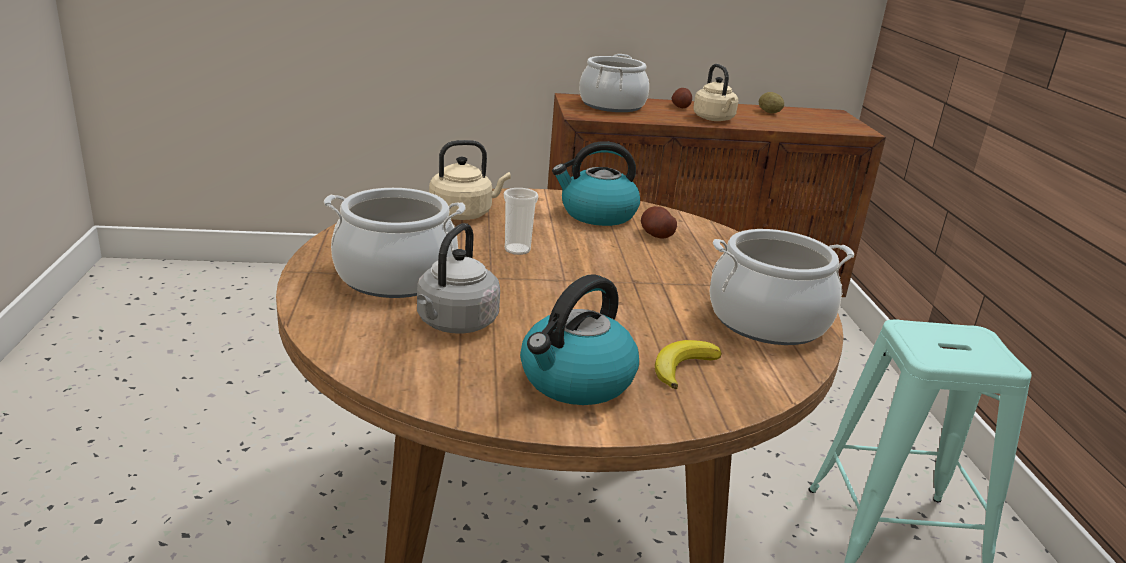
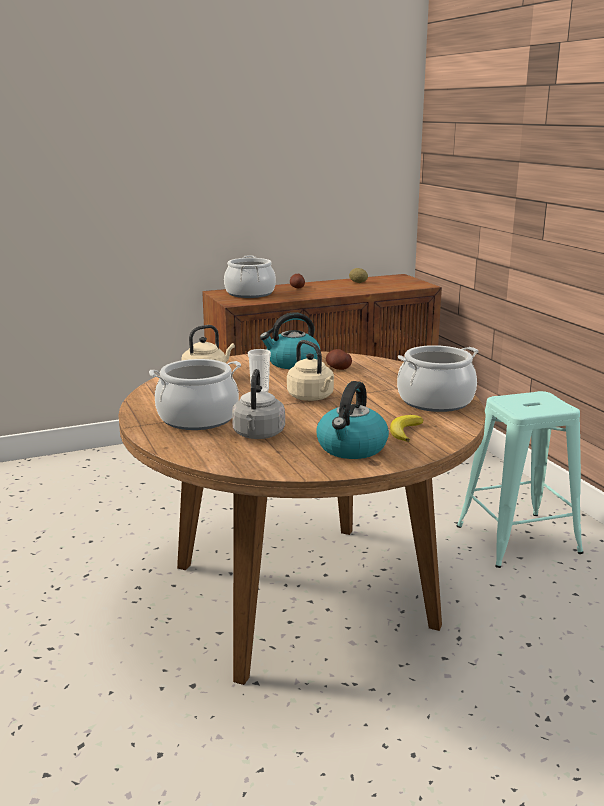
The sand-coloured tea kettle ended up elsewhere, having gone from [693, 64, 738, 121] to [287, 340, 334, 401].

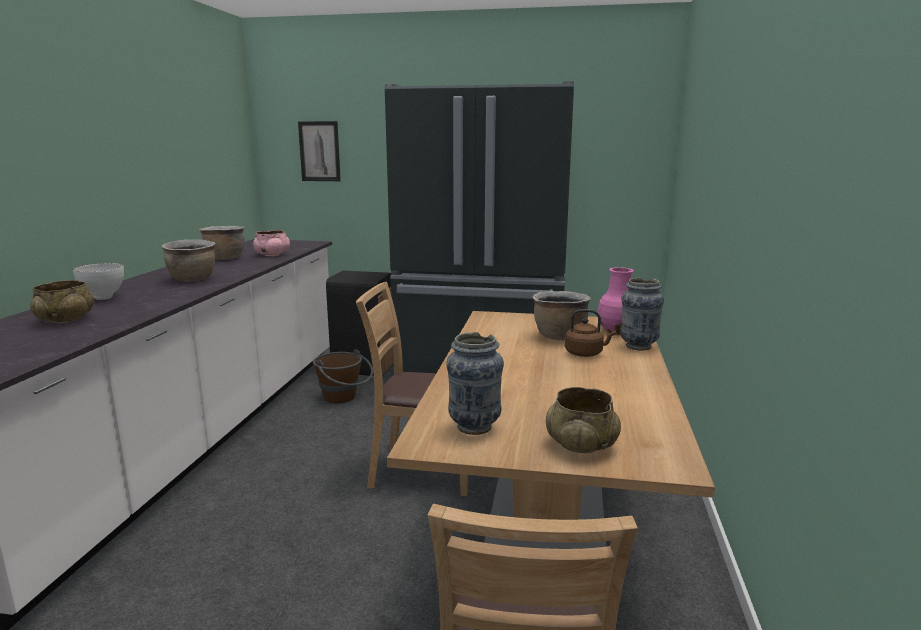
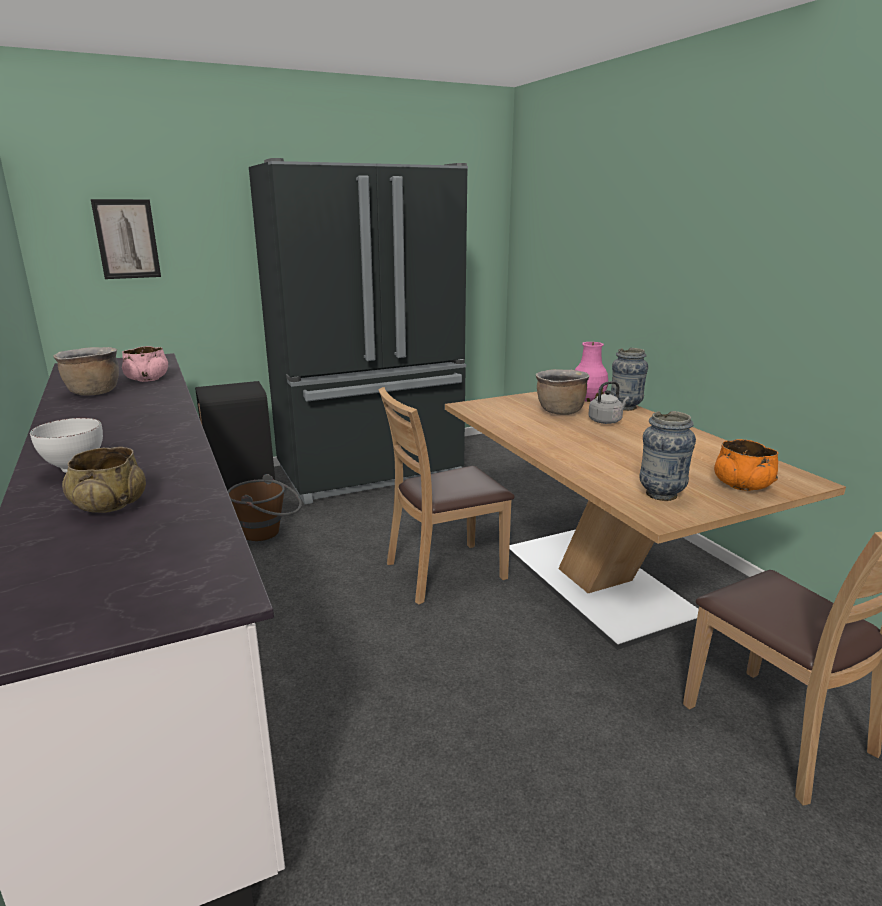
The second view lost the brown saucepot at [162, 239, 215, 282].
What was the sand-coloured bowl at [546, 387, 621, 453] turned into the orangey bowl at [714, 439, 778, 491].
What was the brown tea kettle at [565, 309, 616, 357] turned into the gray tea kettle at [588, 381, 630, 424].

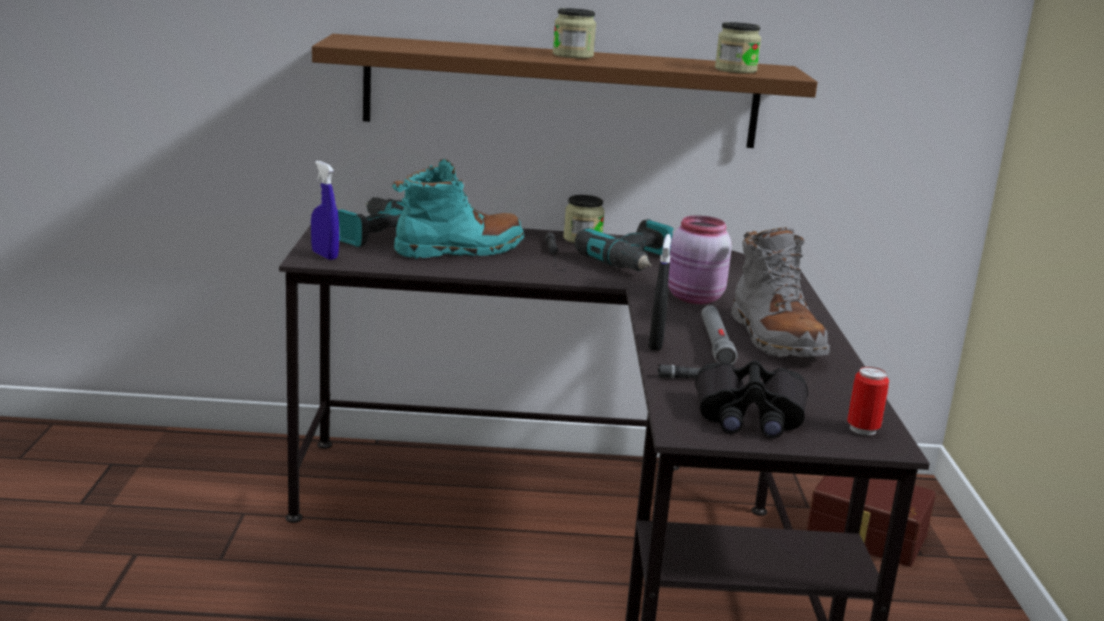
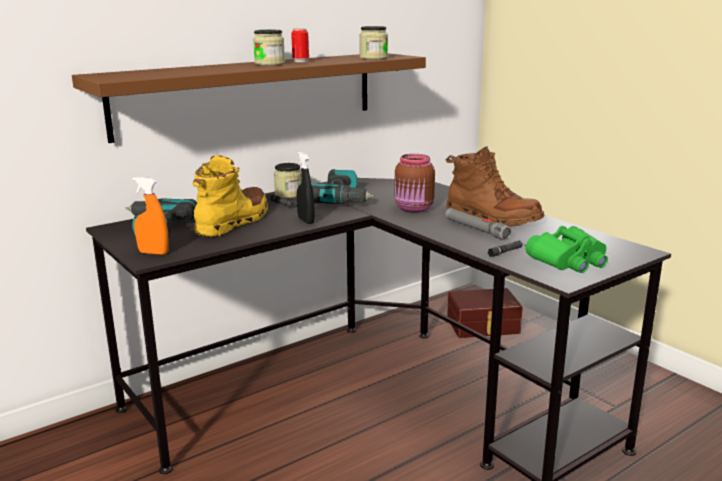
The black sprayer ended up elsewhere, having gone from [649, 234, 671, 350] to [297, 152, 314, 224].
The metal can ended up elsewhere, having gone from [847, 367, 889, 435] to [291, 28, 309, 62].
What was the blue sprayer at [311, 161, 339, 260] turned into the orangey sprayer at [132, 177, 168, 255].
What was the blue-green boot at [392, 159, 524, 259] turned into the yellow boot at [193, 155, 268, 237].
What was the pink preserve jar at [668, 216, 732, 304] turned into the brown preserve jar at [394, 154, 435, 213].
What was the black pair of binoculars at [695, 360, 808, 438] turned into the greenish pair of binoculars at [525, 226, 608, 273].
What was the gray boot at [731, 227, 830, 357] turned into the brown boot at [445, 146, 544, 227].

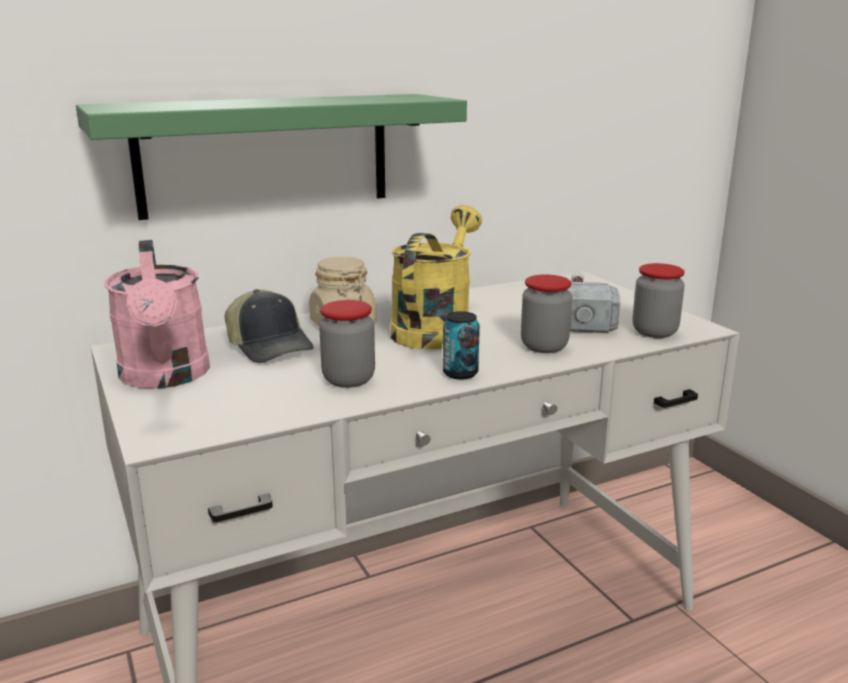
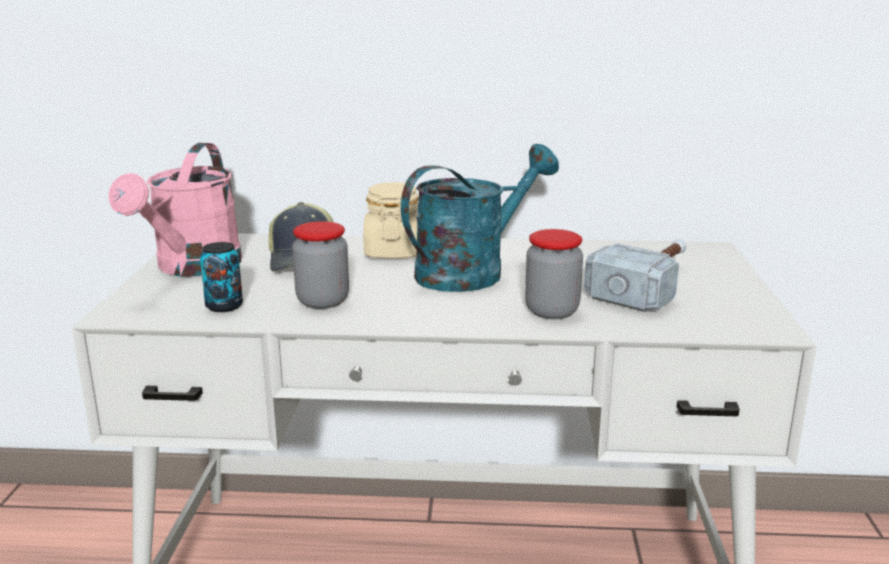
The second view lost the greenish bracket shelf at [76, 94, 467, 220].
The second view lost the preserve jar at [632, 263, 685, 338].
The metal can ended up elsewhere, having gone from [443, 311, 480, 380] to [200, 242, 243, 312].
What was the yellow watering pot at [391, 205, 482, 349] turned into the blue-green watering pot at [401, 144, 559, 292].

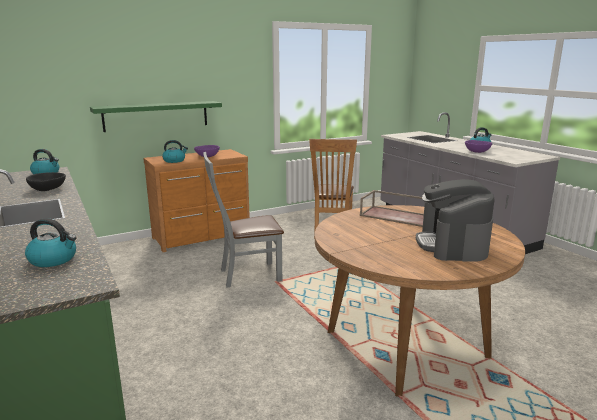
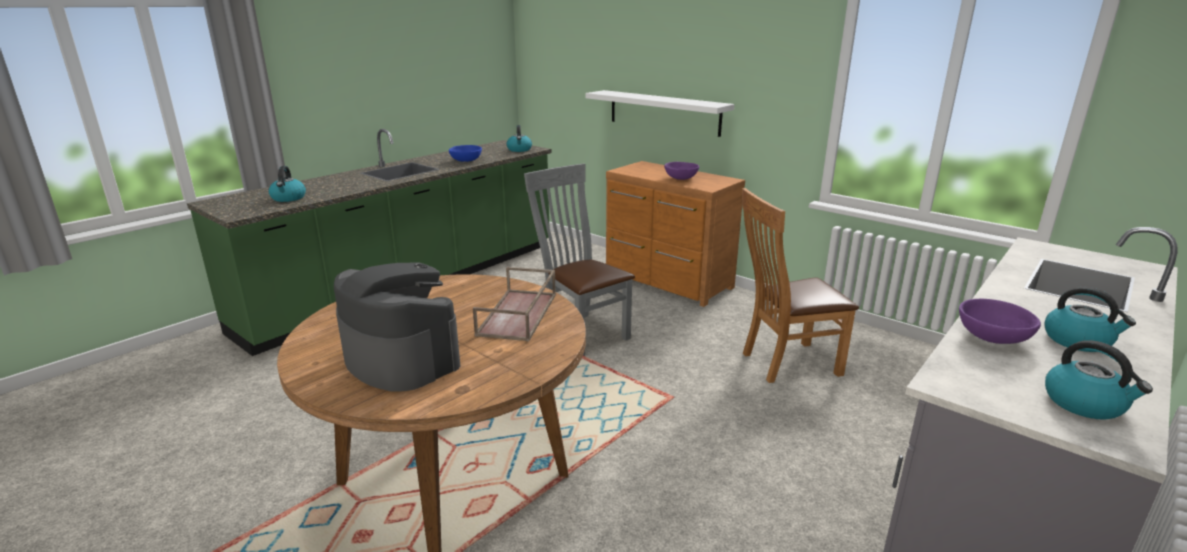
The tea kettle ended up elsewhere, having gone from [162, 140, 188, 163] to [1045, 340, 1153, 420].
What was the black bowl at [26, 172, 66, 191] turned into the blue bowl at [449, 145, 482, 162].
What was the greenish bracket shelf at [90, 101, 222, 132] turned into the white bracket shelf at [585, 90, 734, 137].
The coffee maker at [416, 179, 495, 262] ended up facing another way, 60 degrees clockwise from before.

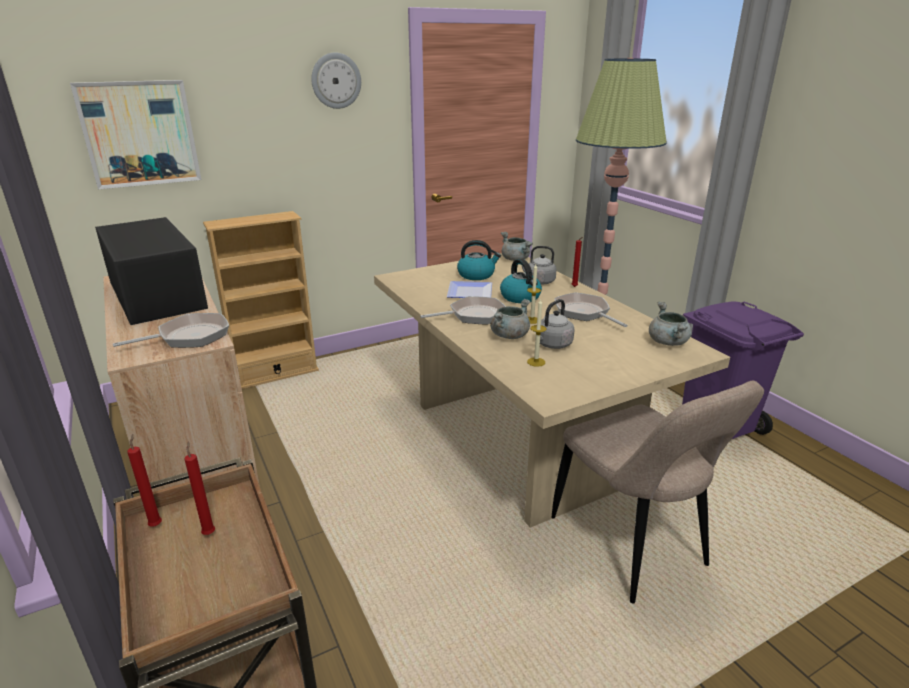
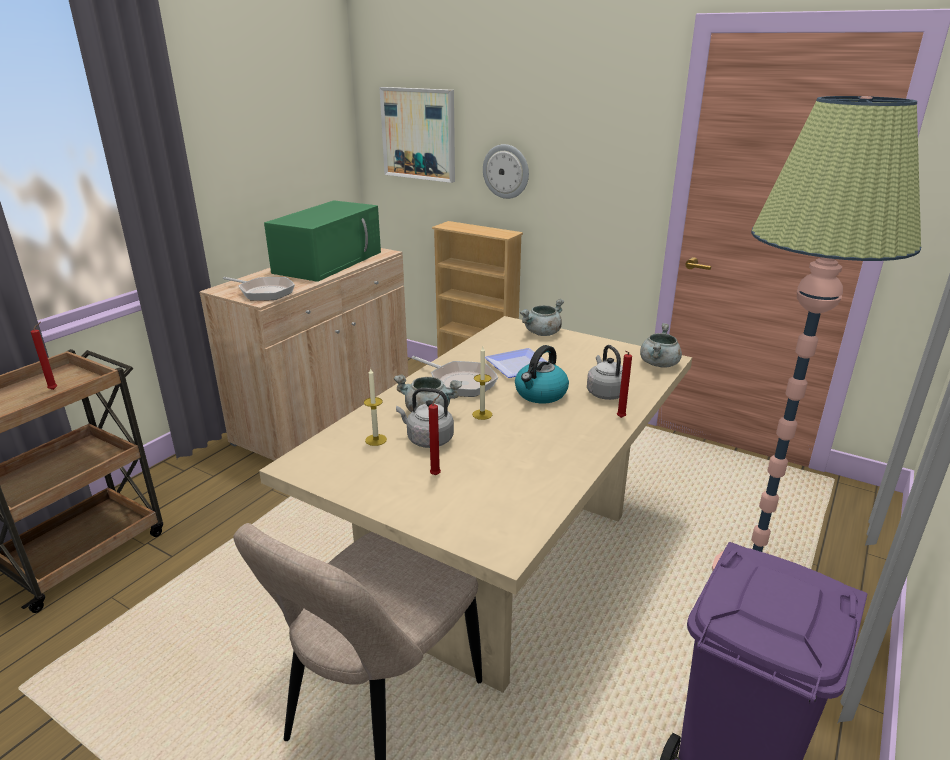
The second view lost the tea kettle at [457, 240, 501, 280].
The second view lost the skillet at [554, 292, 628, 327].
The red-coloured candle ended up elsewhere, having gone from [127, 434, 162, 526] to [429, 395, 441, 475].
The hanging clock ended up elsewhere, having gone from [311, 52, 361, 109] to [483, 144, 529, 199].
The gray saucepot ended up elsewhere, having gone from [649, 302, 691, 346] to [519, 299, 564, 336].
What was the black microwave oven at [95, 217, 208, 325] turned into the greenish microwave oven at [264, 200, 381, 282].

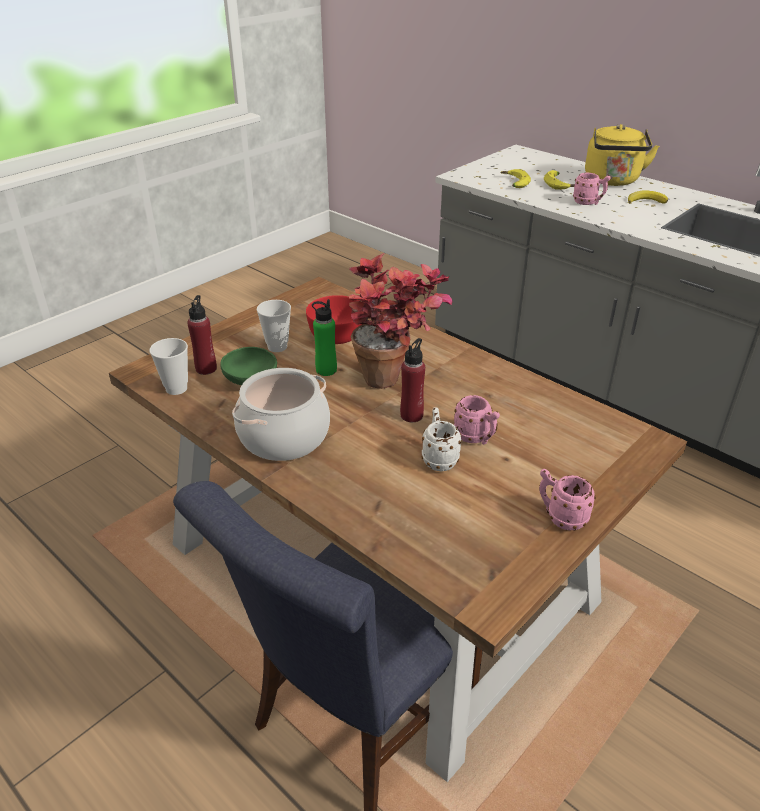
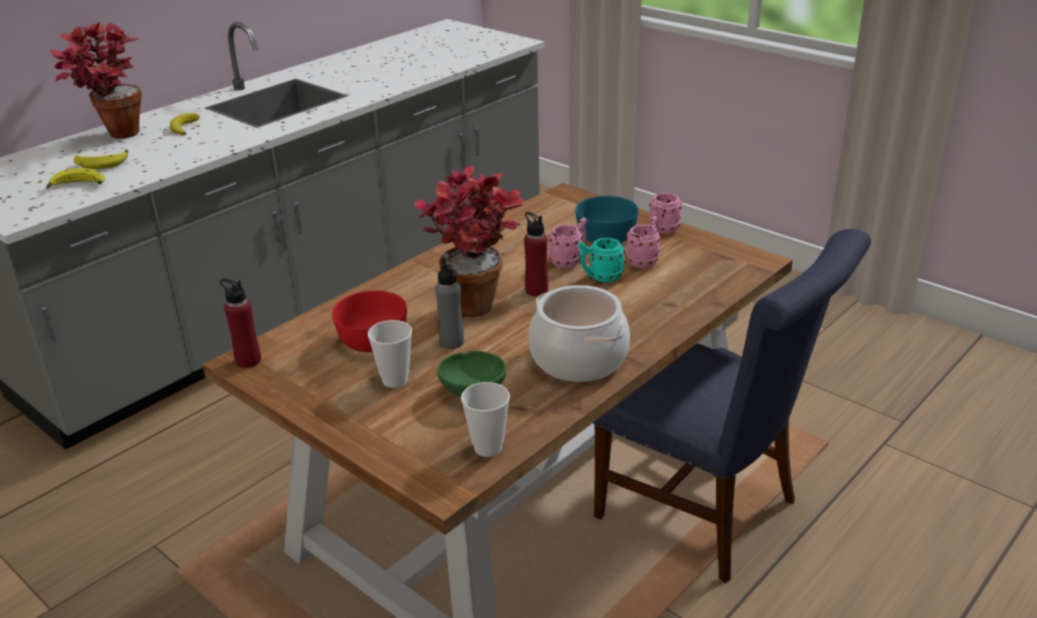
The second view gained the blue-green bowl at [575, 196, 639, 243].
The red-coloured bottle ended up elsewhere, having gone from [187, 295, 217, 375] to [220, 278, 261, 368].
The pink mug ended up elsewhere, having gone from [573, 172, 610, 205] to [626, 216, 661, 268].
Where the yellow tea kettle stood at [585, 124, 659, 186], the plant in a pot came to stand at [49, 22, 142, 139].
What was the greenish bottle at [312, 299, 337, 376] turned into the gray bottle at [435, 259, 464, 349].
What was the white mug at [422, 408, 462, 471] turned into the blue-green mug at [578, 238, 625, 282].

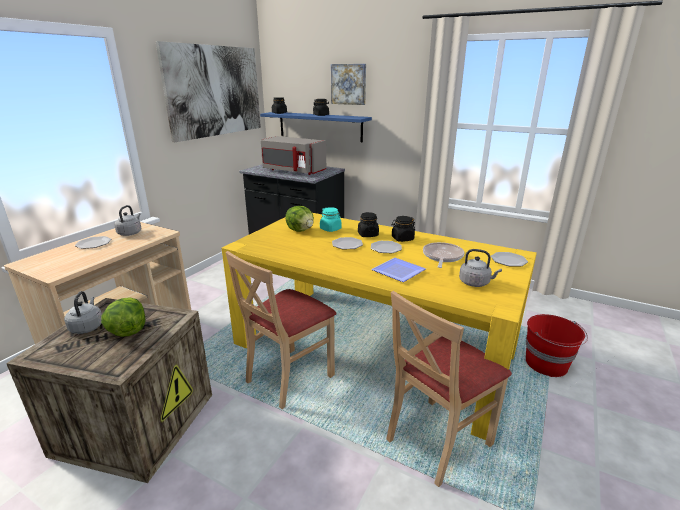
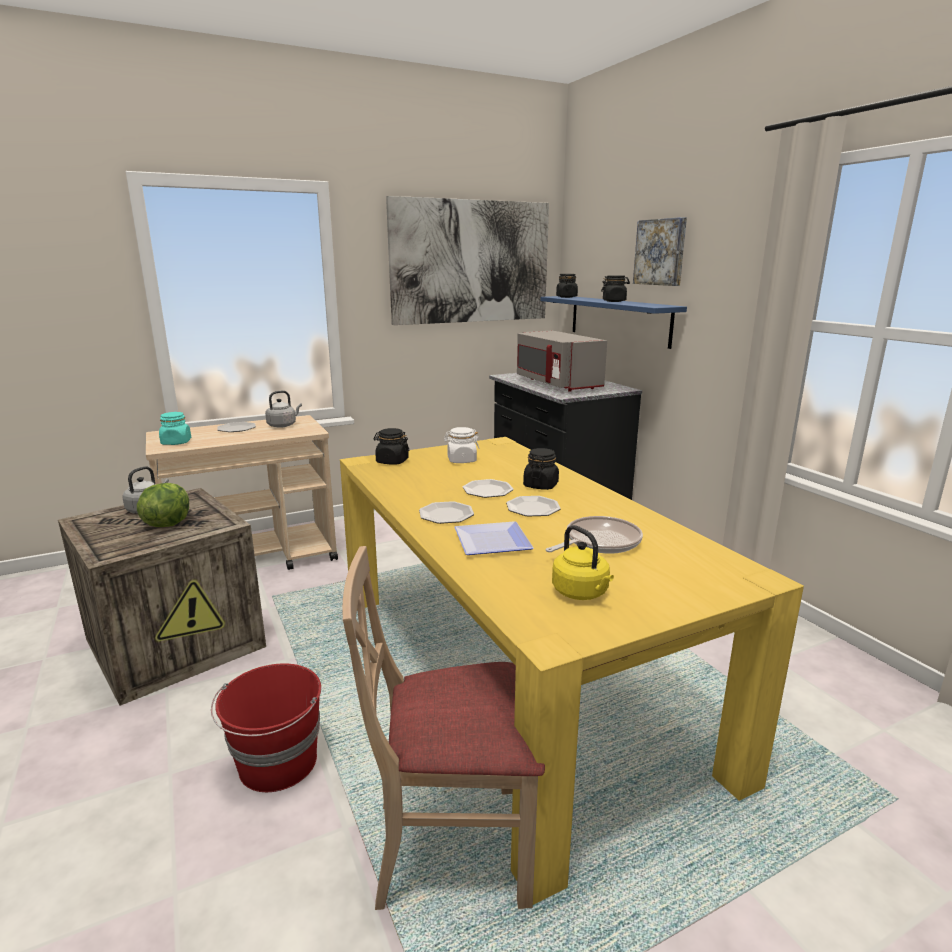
The second view lost the sand-coloured upright chair at [225, 251, 337, 409].
The blue-green preserve jar ended up elsewhere, having gone from [320, 207, 342, 232] to [159, 412, 191, 445].
The black preserve jar ended up elsewhere, having gone from [391, 216, 415, 242] to [374, 428, 409, 464].
The flat dish ended up elsewhere, having gone from [491, 252, 528, 266] to [419, 501, 474, 524].
The red-coloured water bucket ended up elsewhere, having gone from [526, 314, 588, 377] to [211, 663, 321, 792].
Where the lettuce head stood at [285, 206, 314, 232], the white preserve jar came to stand at [443, 427, 480, 463].
What was the gray tea kettle at [459, 249, 502, 287] turned into the yellow tea kettle at [552, 525, 614, 600].

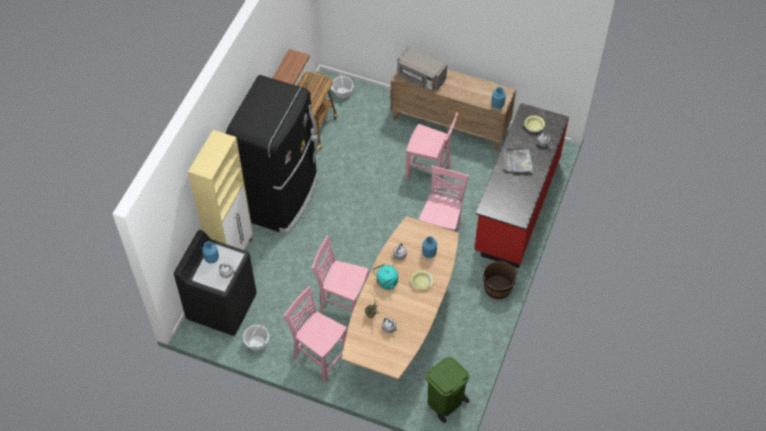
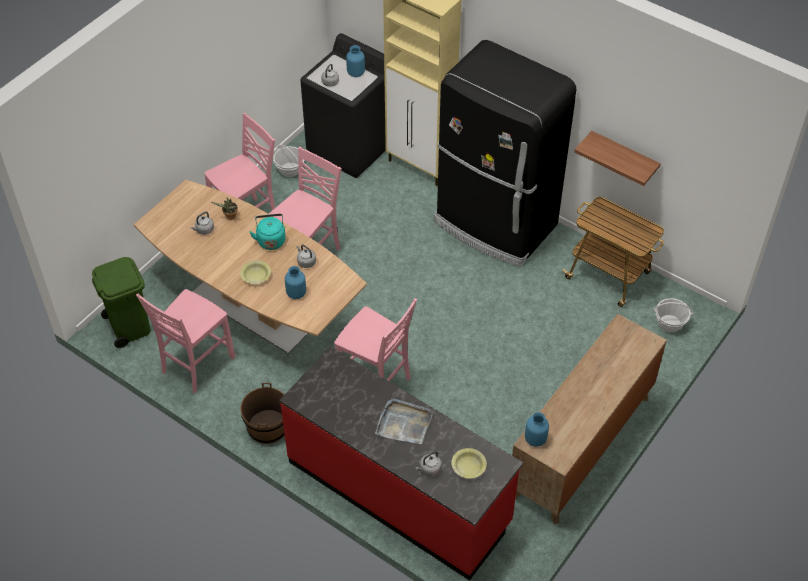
The second view lost the gray microwave oven at [397, 47, 447, 91].
The pink upright chair ended up elsewhere, having gone from [405, 112, 458, 187] to [136, 289, 235, 393].

